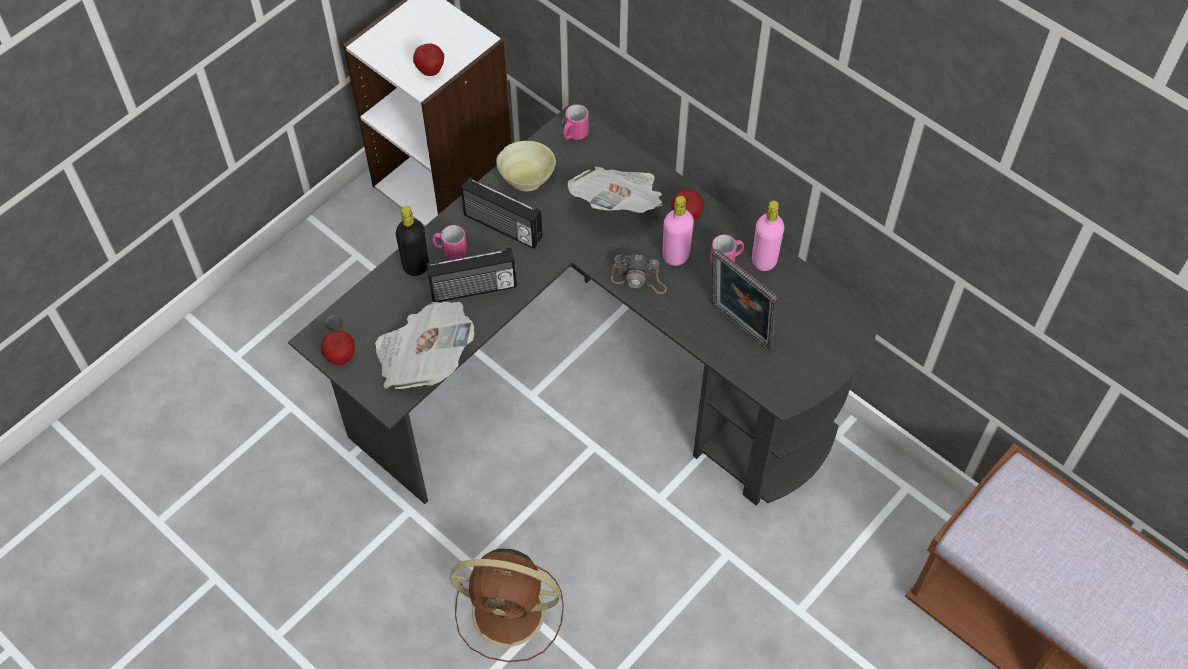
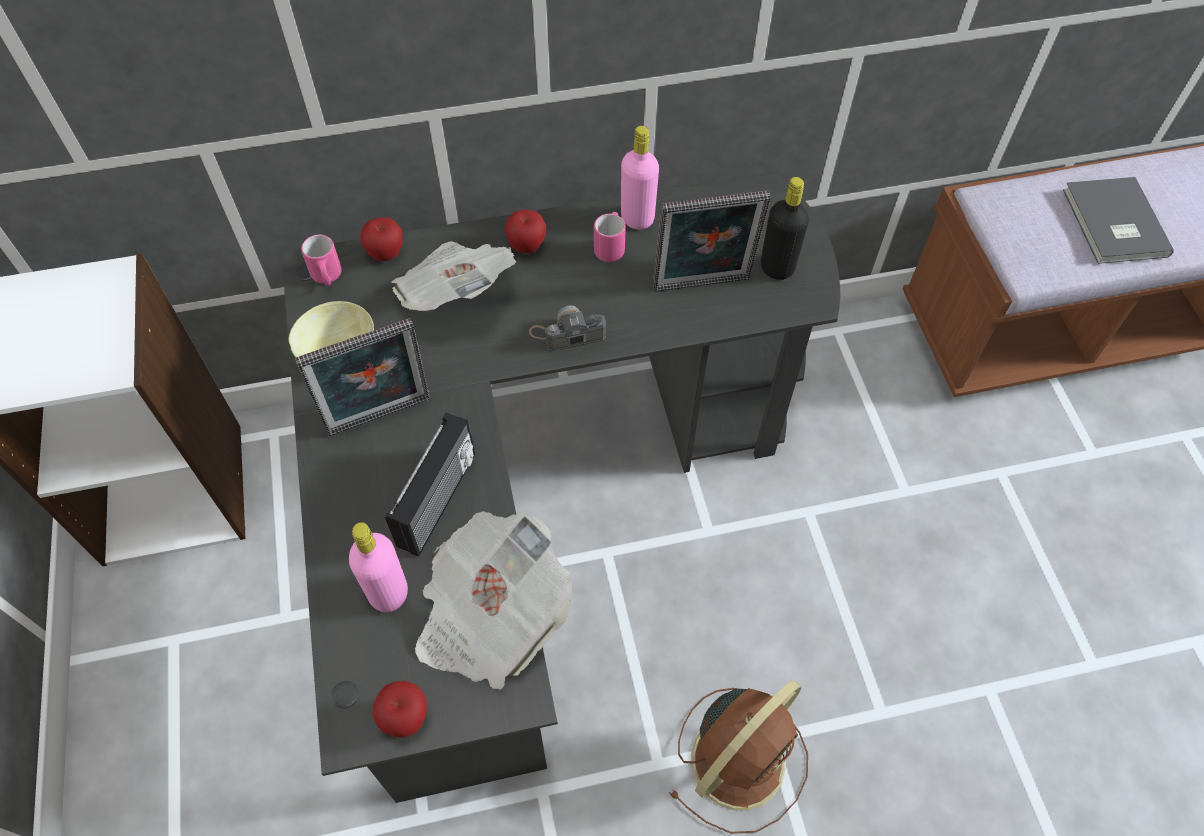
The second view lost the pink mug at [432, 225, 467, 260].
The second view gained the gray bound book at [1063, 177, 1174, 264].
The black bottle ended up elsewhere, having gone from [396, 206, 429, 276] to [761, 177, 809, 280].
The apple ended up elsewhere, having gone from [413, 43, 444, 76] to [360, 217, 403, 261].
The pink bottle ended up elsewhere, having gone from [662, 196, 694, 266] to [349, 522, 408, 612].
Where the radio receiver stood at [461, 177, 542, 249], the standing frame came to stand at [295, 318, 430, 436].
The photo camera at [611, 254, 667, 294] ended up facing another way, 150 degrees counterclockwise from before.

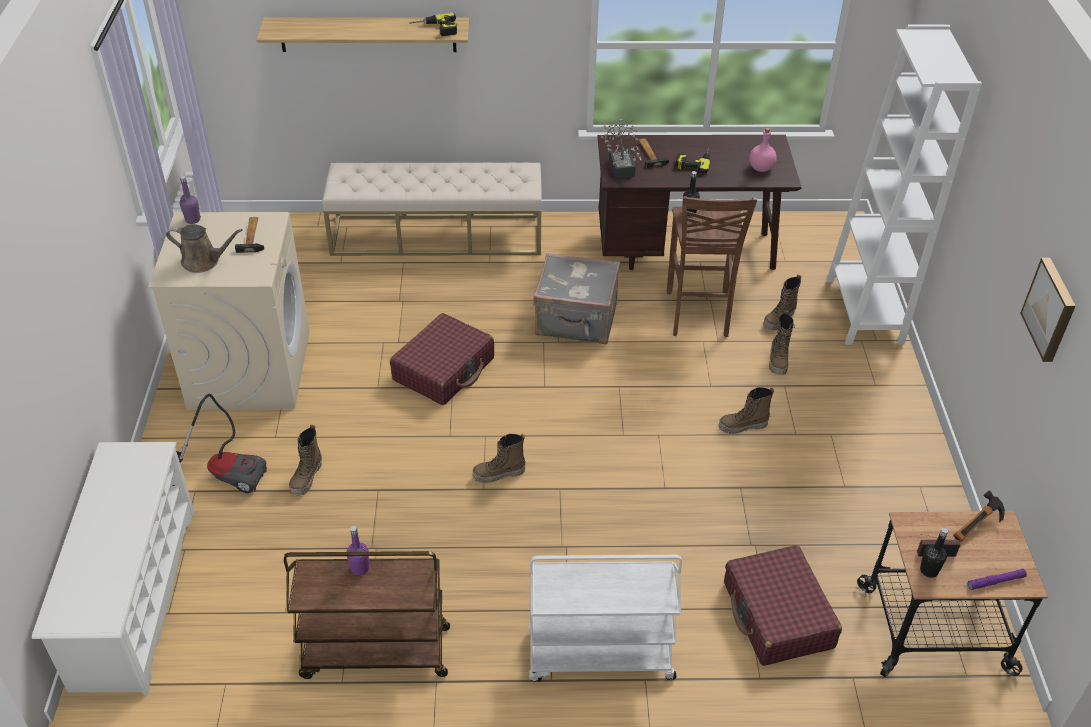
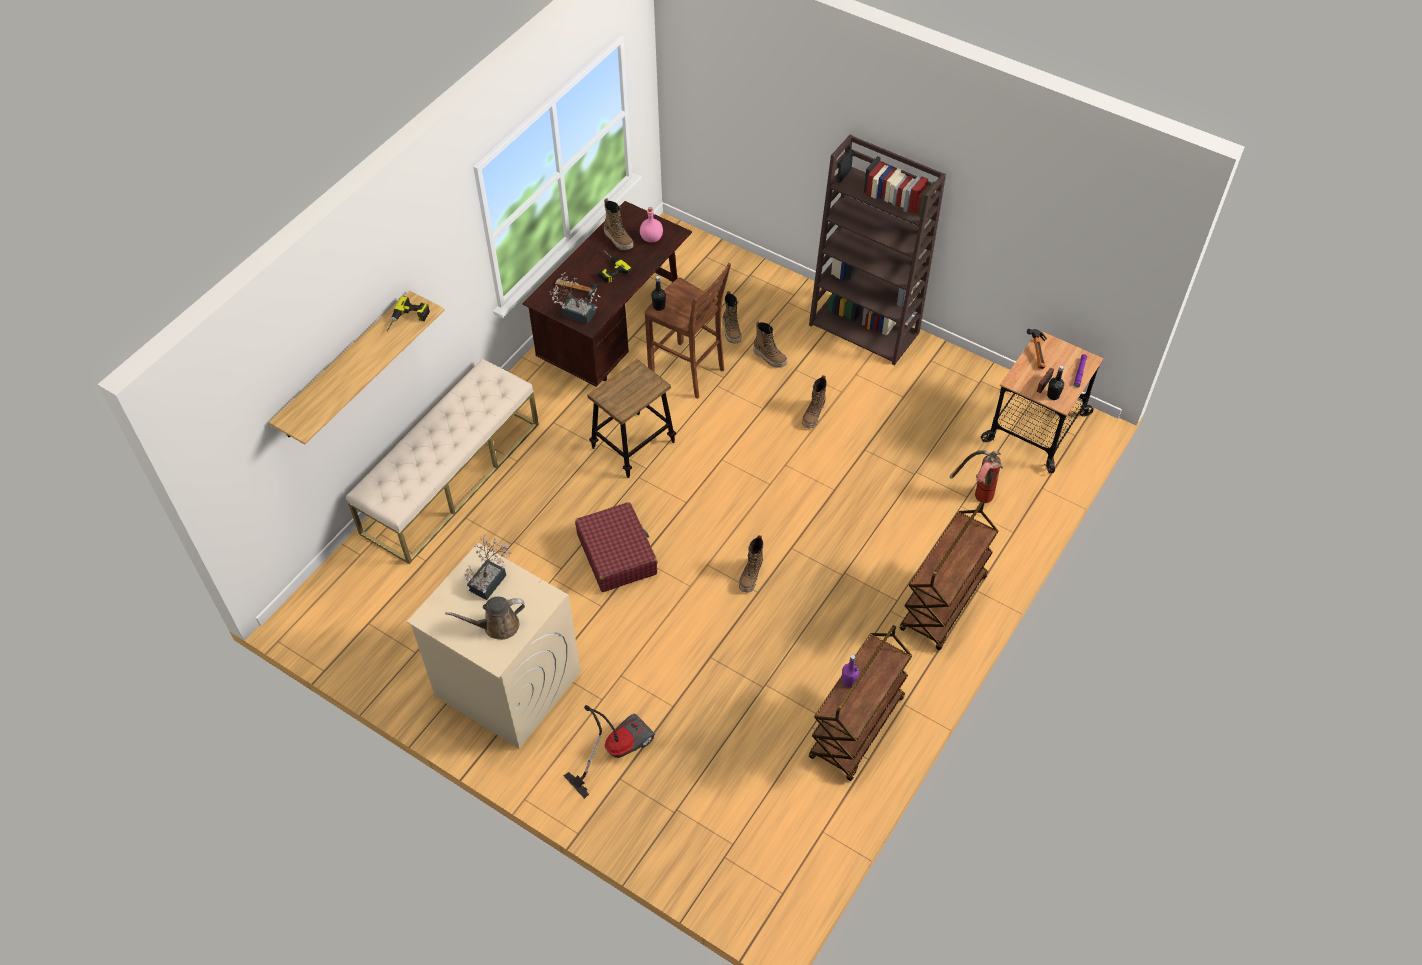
The second view lost the white shoe rack at [32, 442, 194, 695].
The second view lost the purplish bottle at [180, 176, 201, 224].
The second view lost the white shelving unit at [826, 25, 982, 345].
The second view lost the picture at [1020, 258, 1076, 362].
The second view gained the brown shelving unit at [809, 135, 946, 365].
The boot ended up elsewhere, having gone from [289, 425, 322, 496] to [604, 198, 634, 250].
Where the tool hammer stood at [235, 217, 264, 253], the plant in a pot came to stand at [464, 534, 512, 600].
Where the gray travel case stood at [533, 253, 620, 344], the stool came to stand at [588, 359, 676, 478].
Where the red-coloured travel case stood at [724, 545, 842, 666], the fire-fighting cylinder came to stand at [949, 450, 1003, 503].
What was the white trolley at [529, 555, 682, 682] turned into the brown trolley at [900, 501, 999, 650].
The brown watering pot at [166, 224, 243, 273] ended up facing another way, 150 degrees counterclockwise from before.

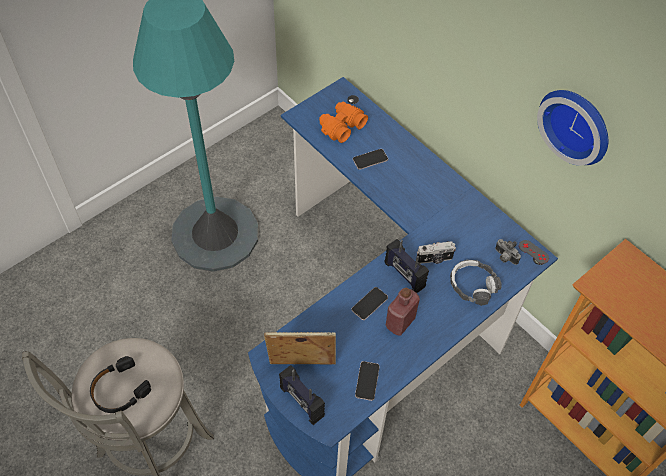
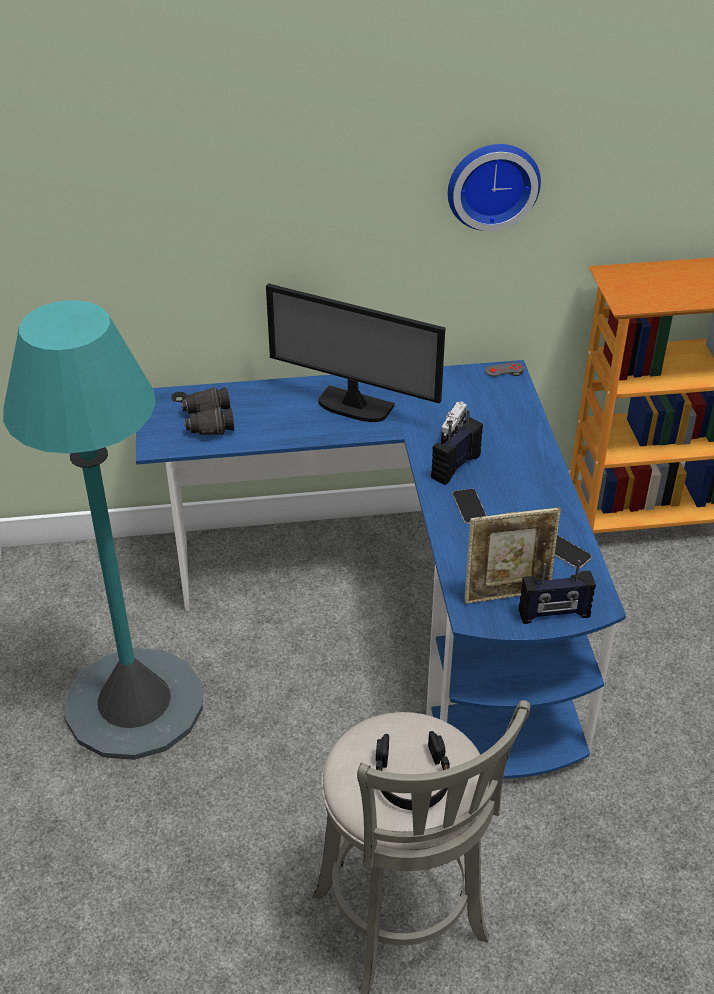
The second view lost the phone at [353, 149, 388, 170].
The second view lost the red-coloured bottle at [386, 287, 420, 335].
The second view lost the headset at [450, 260, 502, 306].
The second view lost the photo camera at [495, 239, 521, 265].
The second view gained the computer screen at [266, 283, 446, 422].
What was the orangey pair of binoculars at [319, 102, 368, 143] turned into the black pair of binoculars at [181, 387, 234, 435].
The standing frame at [264, 332, 336, 364] ended up facing another way, 135 degrees counterclockwise from before.
The radio receiver at [385, 239, 429, 293] ended up facing another way, 135 degrees clockwise from before.

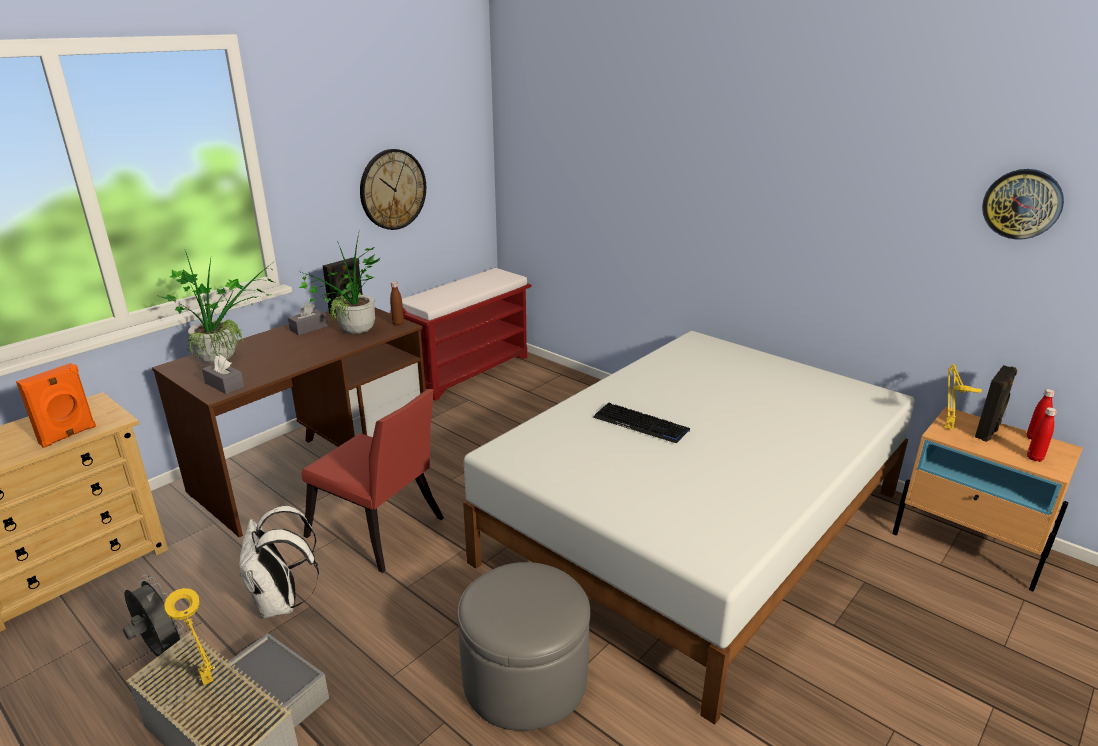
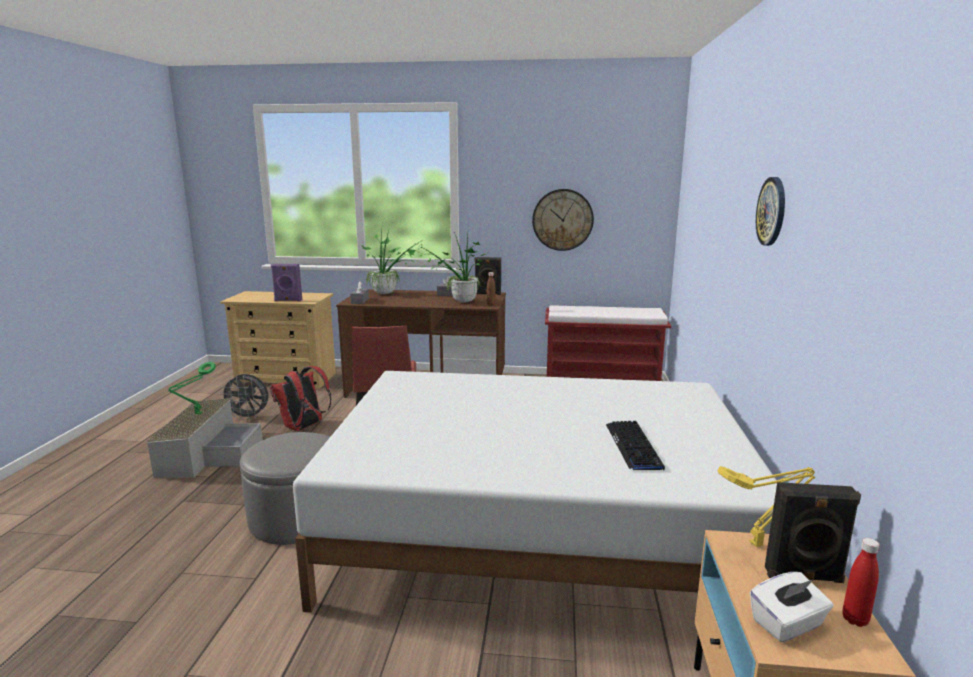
The computer keyboard ended up elsewhere, having gone from [593, 403, 690, 443] to [606, 421, 665, 470].
The hanging clock ended up elsewhere, having gone from [982, 169, 1064, 239] to [756, 177, 785, 246].
Where the red-coloured bottle stood at [1027, 407, 1057, 462], the white tissue holder came to stand at [750, 572, 834, 642].
What was the orangey speaker at [16, 363, 96, 448] turned into the purplish speaker at [271, 264, 302, 301].
What was the yellow lamp for a table at [164, 588, 215, 685] turned into the greenish lamp for a table at [168, 362, 216, 414].
What was the white knapsack at [239, 506, 319, 618] turned into the red-coloured knapsack at [270, 366, 331, 431].
The gray fan at [123, 574, 186, 657] ended up facing another way, 90 degrees clockwise from before.

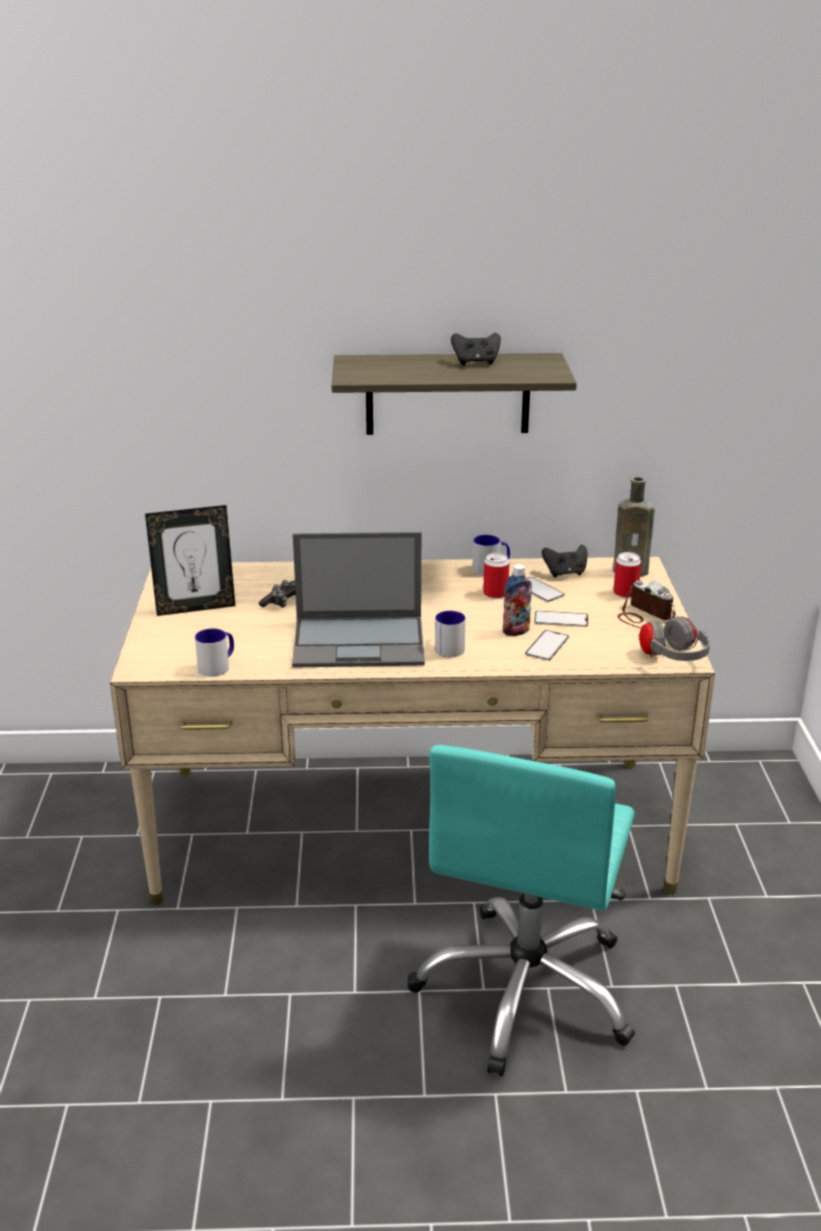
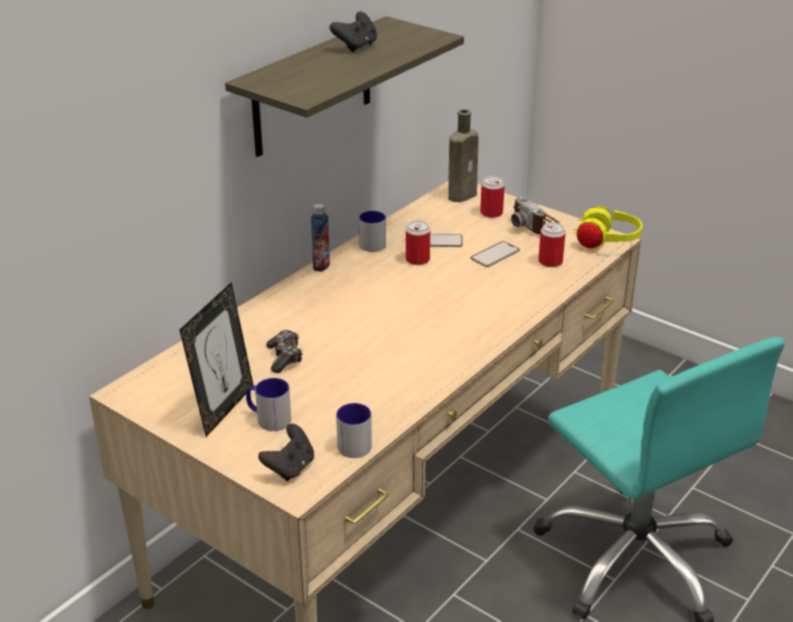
The second view lost the laptop at [292, 532, 425, 668].
The second view lost the phone at [525, 630, 569, 661].
The second view gained the metal can at [538, 222, 566, 267].
The mug ended up elsewhere, having gone from [435, 611, 466, 657] to [246, 378, 291, 431].
The bottle ended up elsewhere, having gone from [503, 564, 532, 636] to [311, 203, 330, 272].
The black game controller ended up elsewhere, having gone from [542, 545, 588, 577] to [258, 424, 314, 481].
What was the gray headset at [639, 616, 710, 661] turned into the yellow headset at [574, 206, 643, 250].
The photo camera at [617, 580, 676, 628] ended up facing another way, 120 degrees counterclockwise from before.

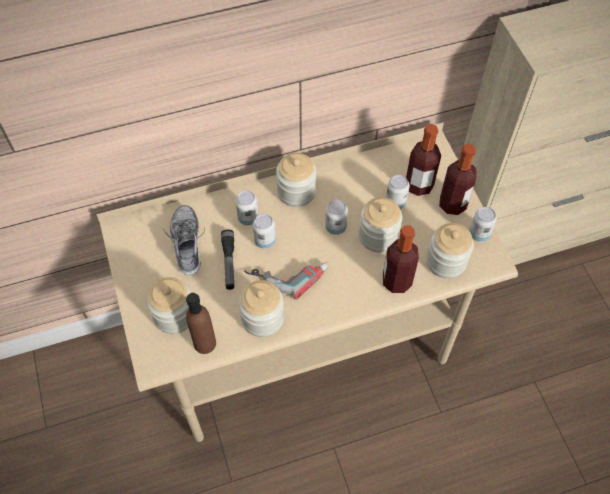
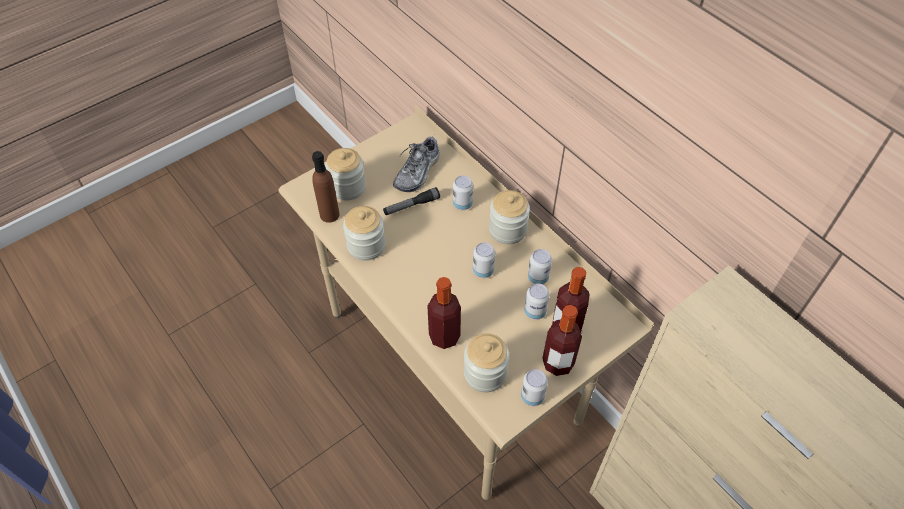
The second view lost the electric drill at [244, 262, 329, 300].
The second view lost the preserve jar at [359, 197, 402, 252].
The metal can ended up elsewhere, having gone from [253, 214, 276, 249] to [528, 249, 552, 284].
The item of footwear at [163, 205, 205, 275] ended up facing another way, 150 degrees clockwise from before.

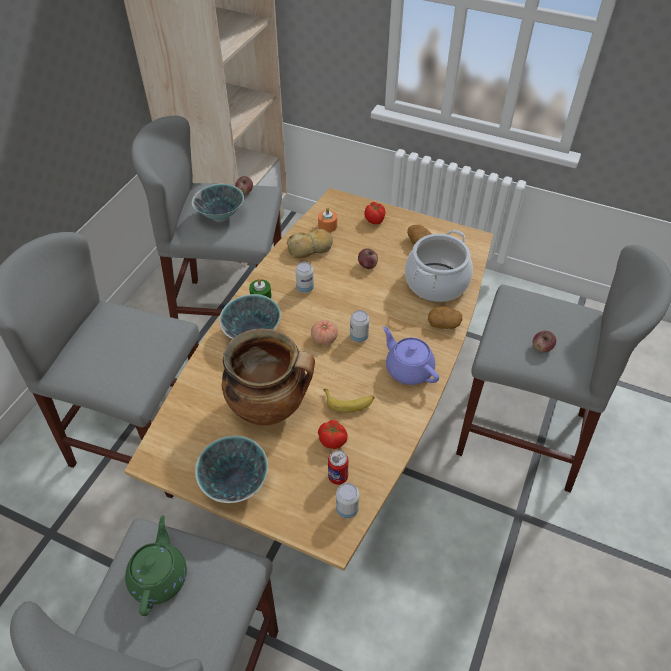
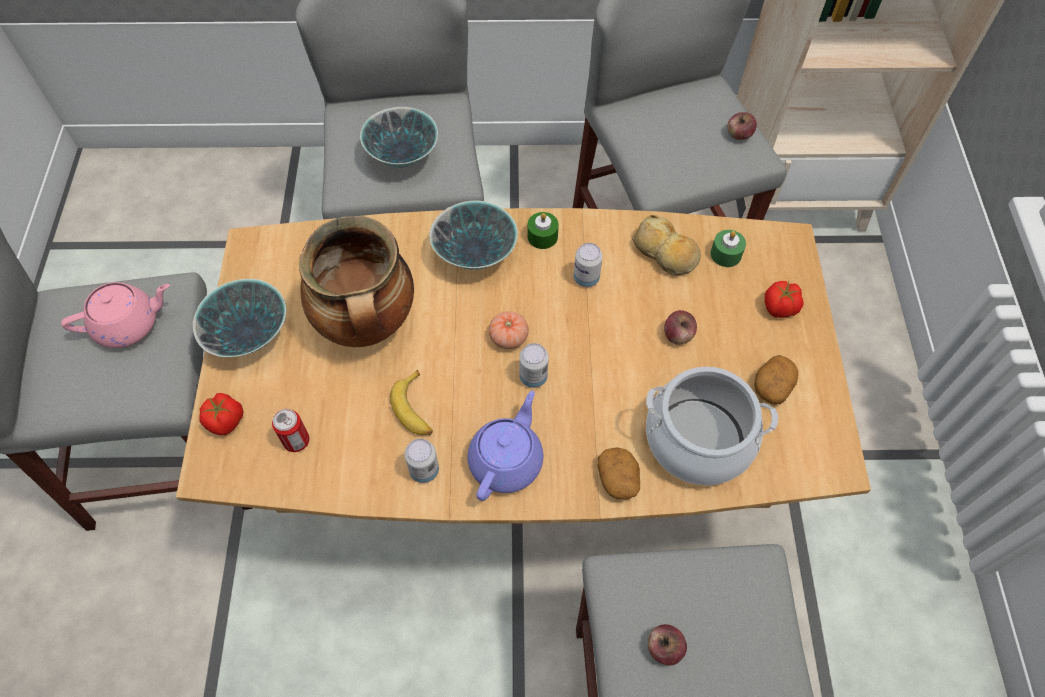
The bowl ended up elsewhere, having gone from [192, 184, 244, 222] to [360, 107, 438, 168].
The fresh tomato ended up elsewhere, having gone from [318, 420, 348, 449] to [199, 393, 243, 435].
The metal can ended up elsewhere, having gone from [336, 483, 359, 519] to [405, 439, 439, 483].
What was the greenish tea pot at [125, 515, 187, 616] turned into the pink tea pot at [61, 282, 170, 348].
What was the orangey candle at [318, 208, 337, 232] turned into the greenish candle at [711, 230, 746, 267].

